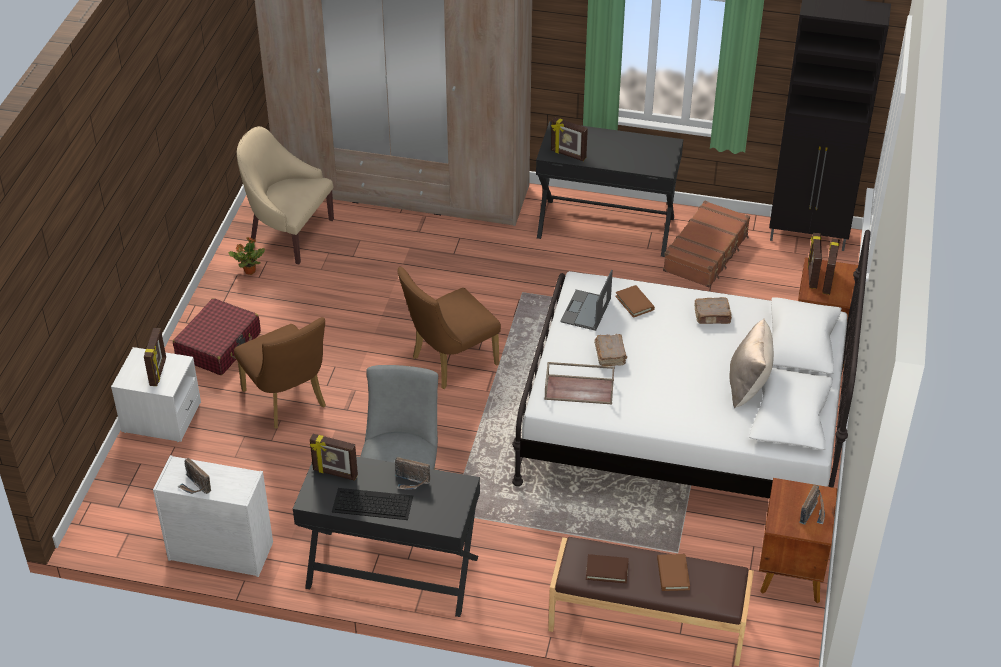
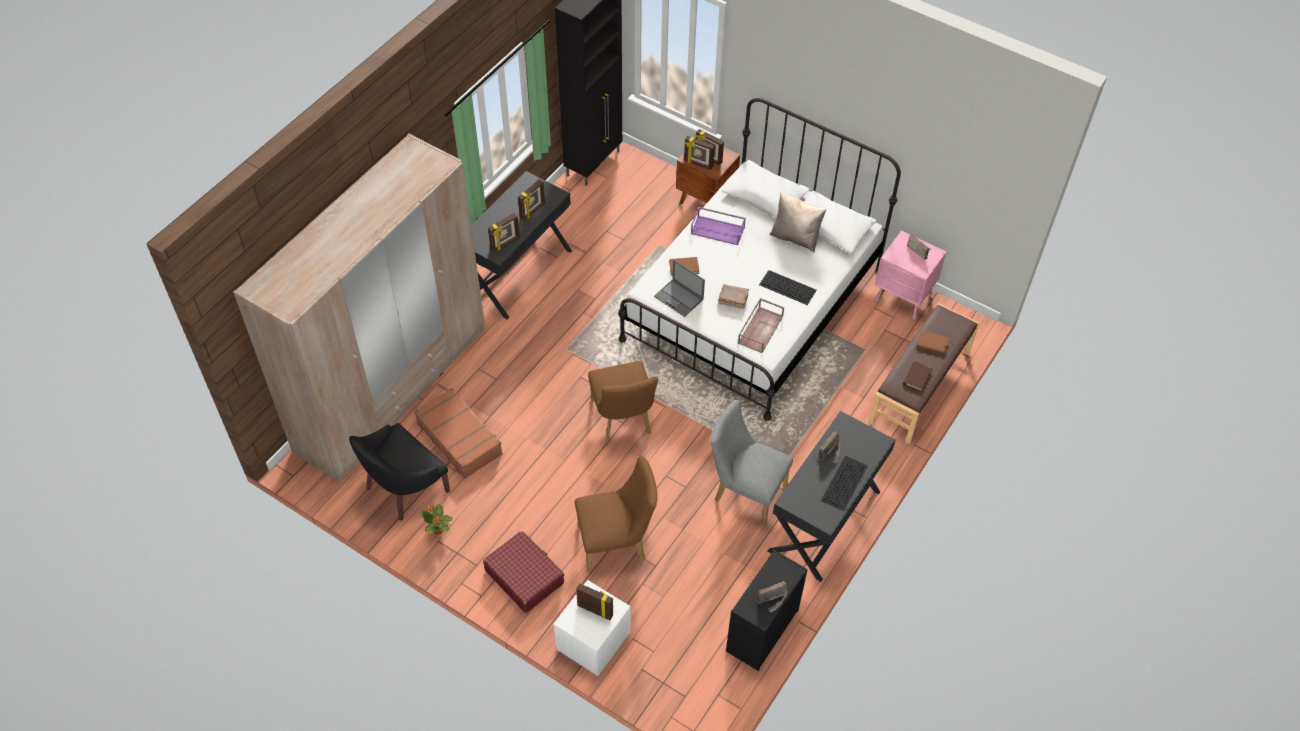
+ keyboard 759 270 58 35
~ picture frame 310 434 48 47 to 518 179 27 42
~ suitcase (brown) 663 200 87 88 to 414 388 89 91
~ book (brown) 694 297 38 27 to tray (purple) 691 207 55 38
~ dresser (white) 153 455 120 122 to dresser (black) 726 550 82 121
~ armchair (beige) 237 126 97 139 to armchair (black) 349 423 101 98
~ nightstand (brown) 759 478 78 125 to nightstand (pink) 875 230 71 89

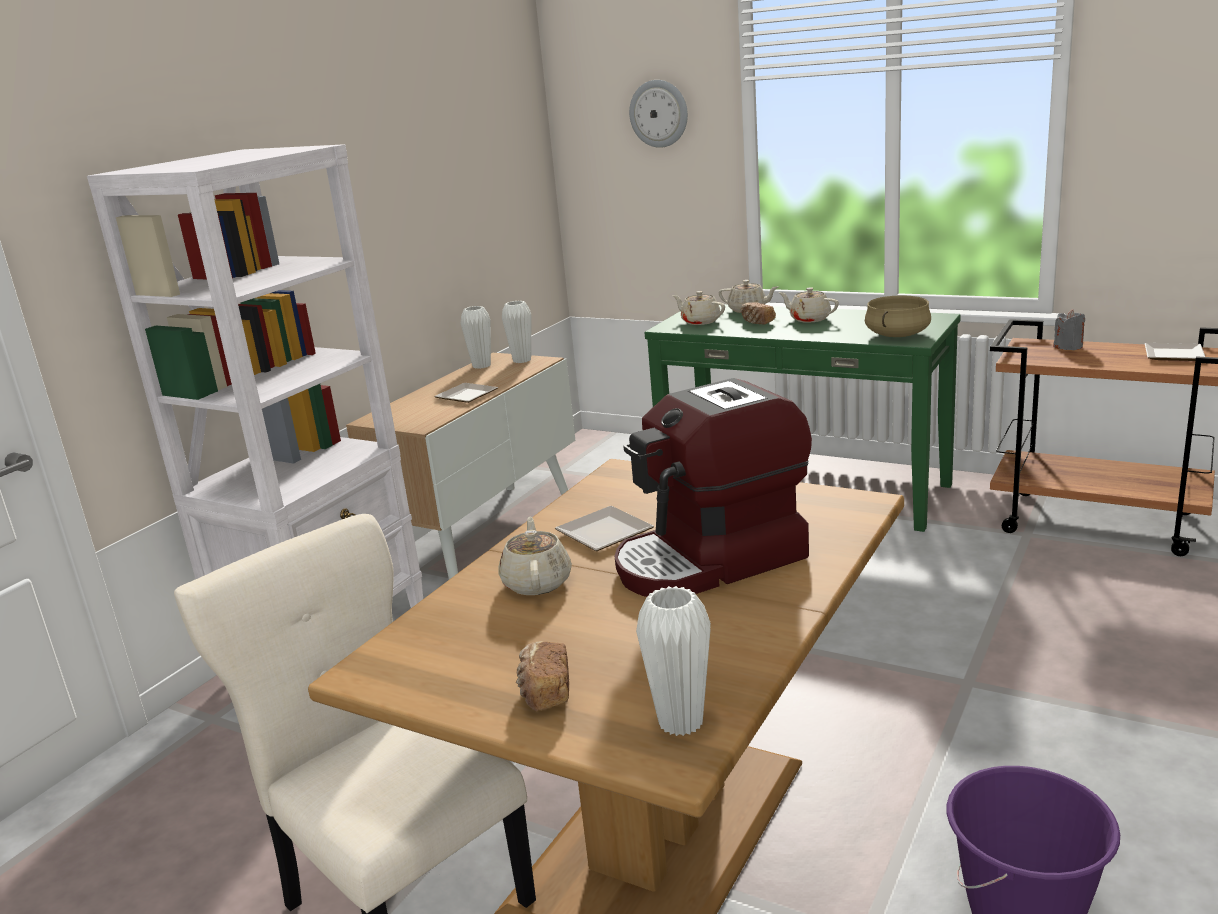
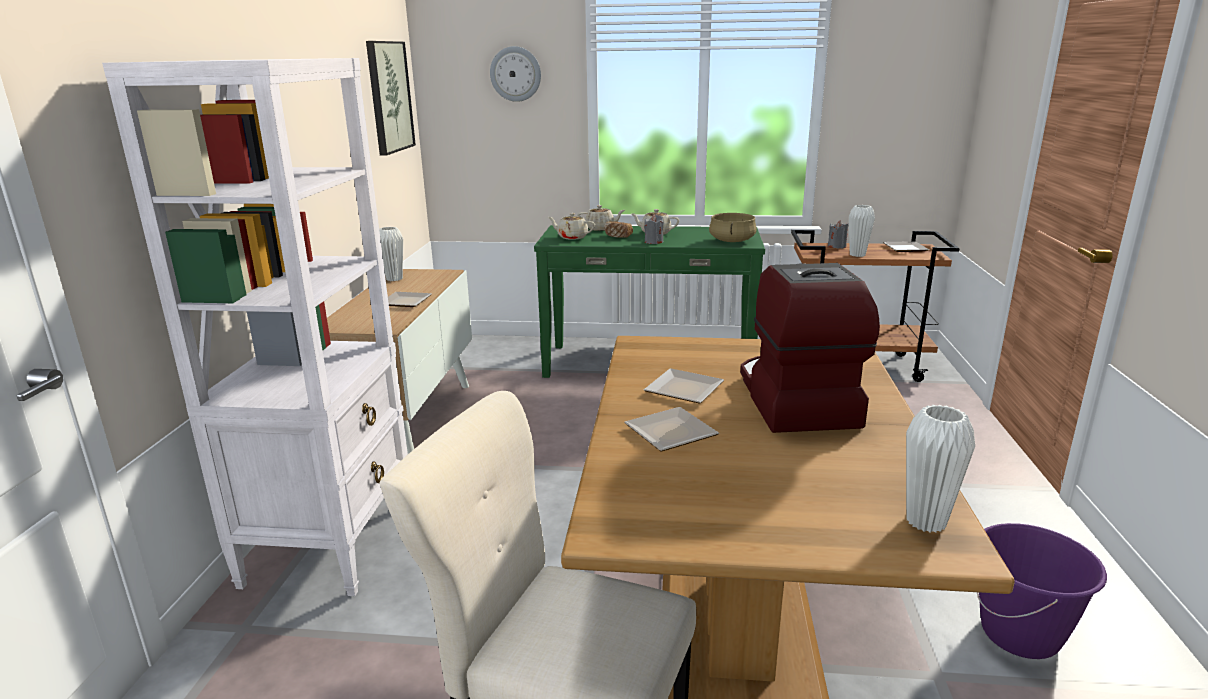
- bread 516 641 53 70
+ picture 366 41 50 115
+ candle (grey) 644 214 19 30
~ vase (white) 502 301 30 62 to 849 205 26 52
~ teapot (beige) 498 517 74 78 to plate 624 407 95 44
~ coffee machine 615 378 197 219 = 740 263 140 170 135 degrees clockwise

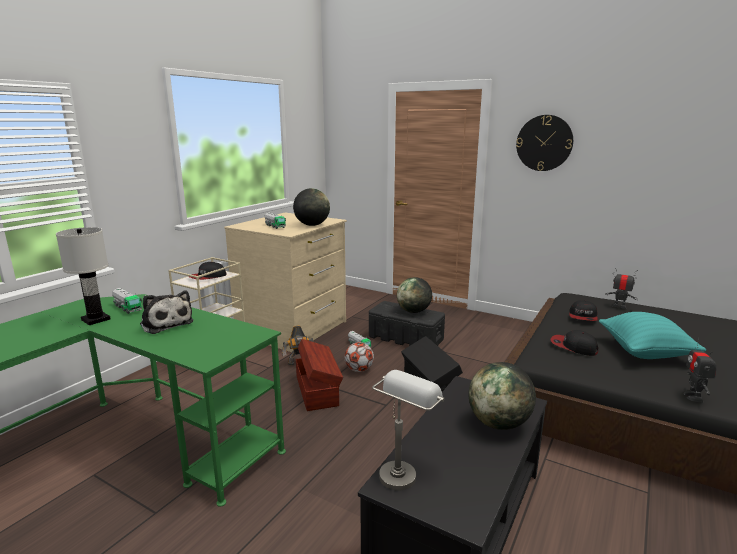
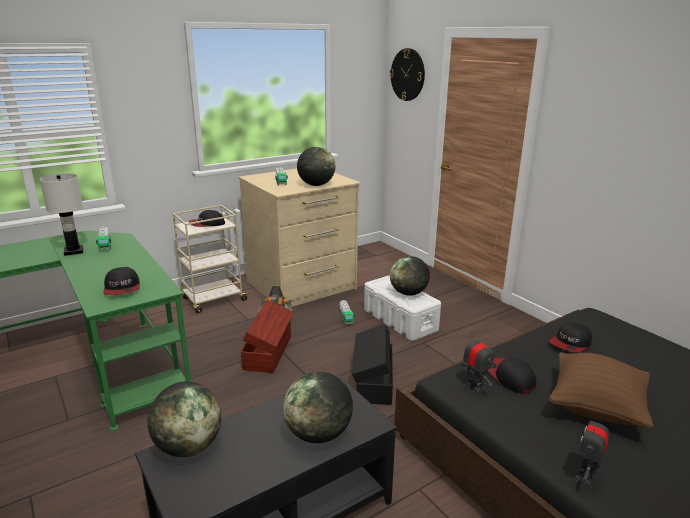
- plush toy 140 290 53 44
- football 345 342 29 30
+ cap 103 267 37 28
~ wall clock 516 115 57 56 to 390 48 35 53
~ toy robot 605 268 33 41 to 460 331 34 63
~ table lamp (grey) 372 370 73 121 to globe 147 382 74 75
~ storage box (black) 369 301 76 45 to storage box (white) 364 275 77 66
~ pillow (turquoise) 599 312 108 47 to pillow (brown) 549 353 104 75

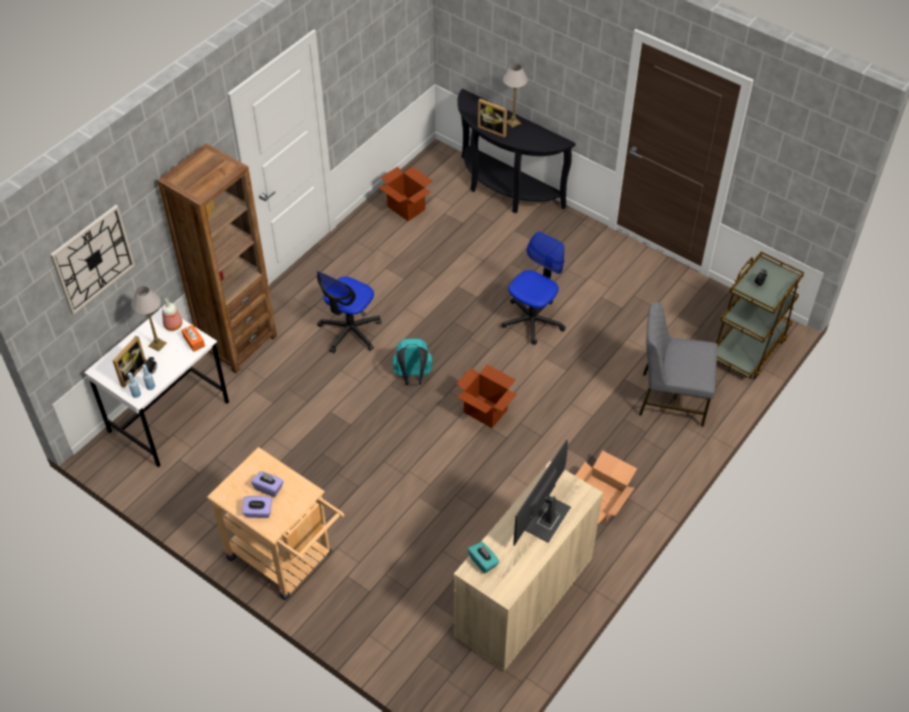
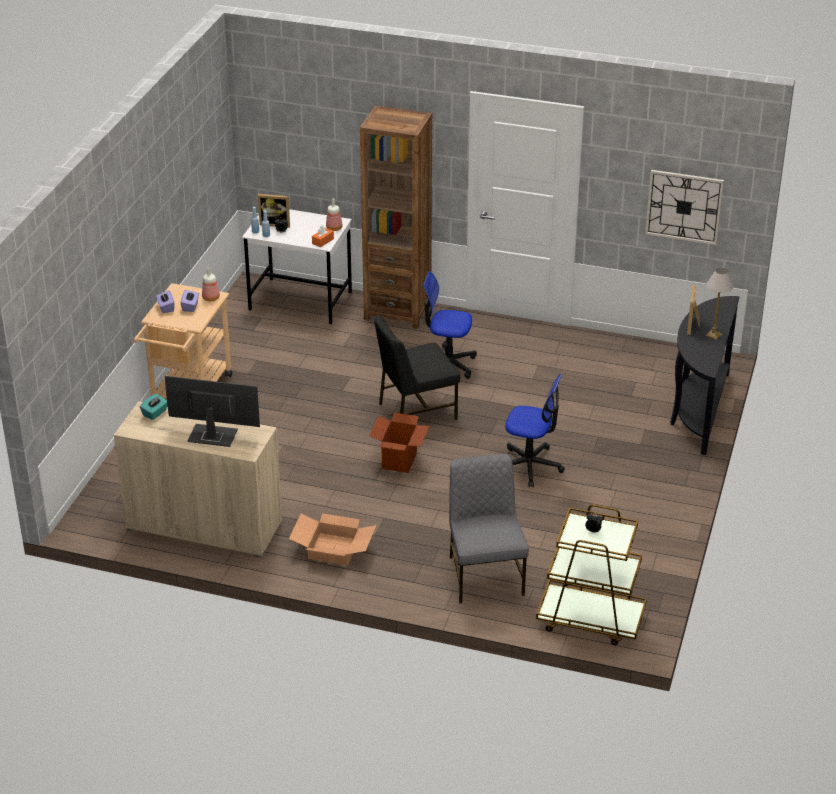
- table lamp 131 286 36 66
- cardboard box 378 167 54 54
+ bottle 202 267 18 34
~ wall clock 50 205 85 110 to 645 170 79 75
~ backpack (turquoise) 393 338 40 47 to chair (black) 374 315 86 105

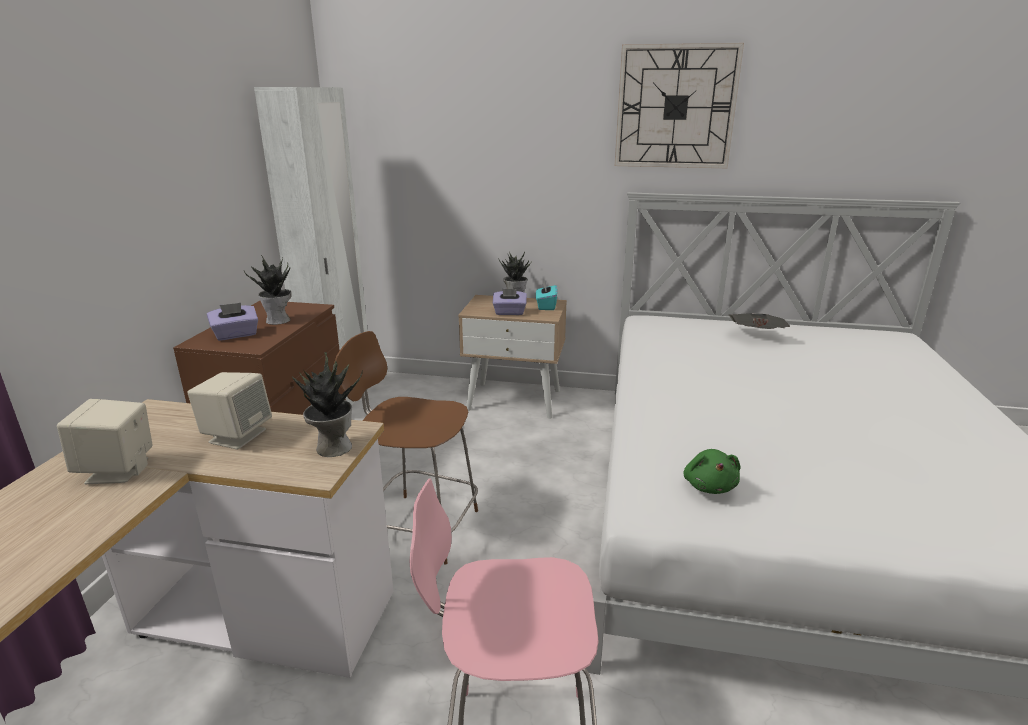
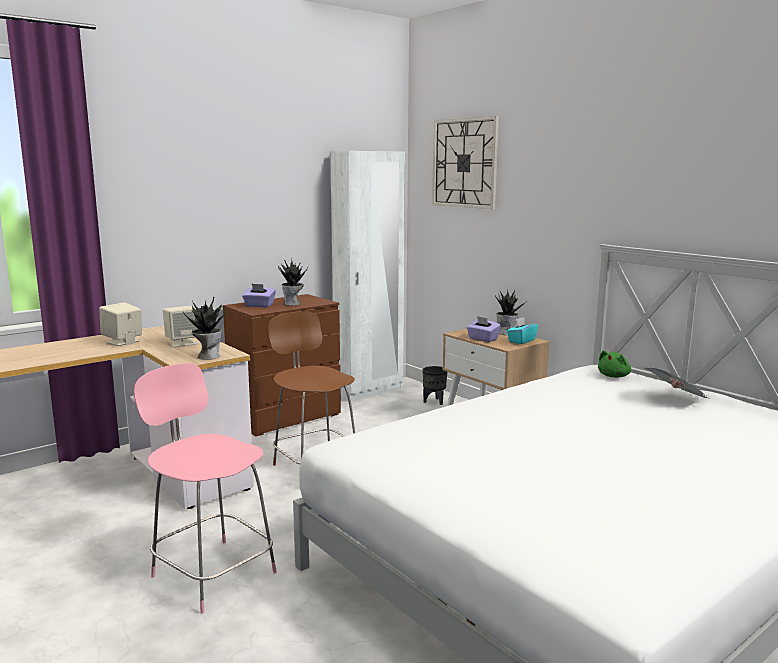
+ planter (black) 423 366 24 39
~ wall clock 615 43 129 125 to 432 116 67 93
~ plush toy (green) 684 449 57 45 to 598 350 33 28

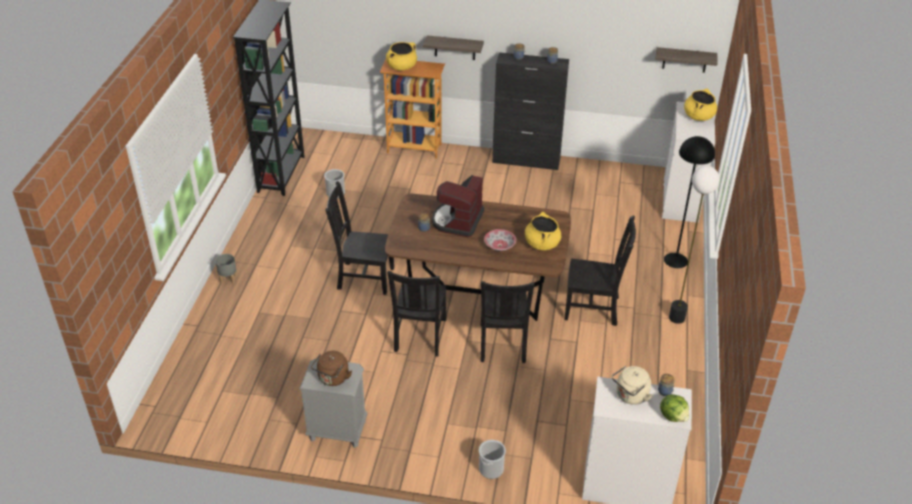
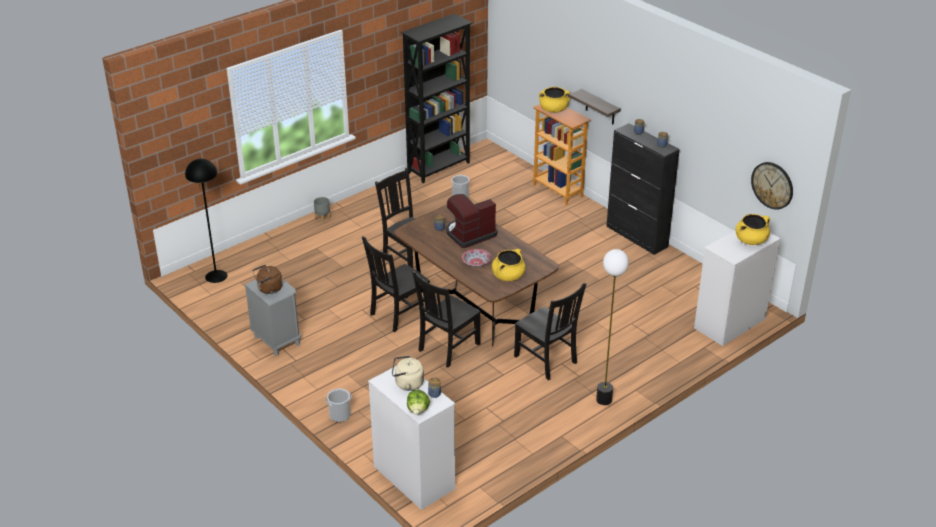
~ floor lamp (black) 664 136 51 132 to 185 159 43 124
~ shelf 656 47 62 26 to wall clock 751 162 42 48

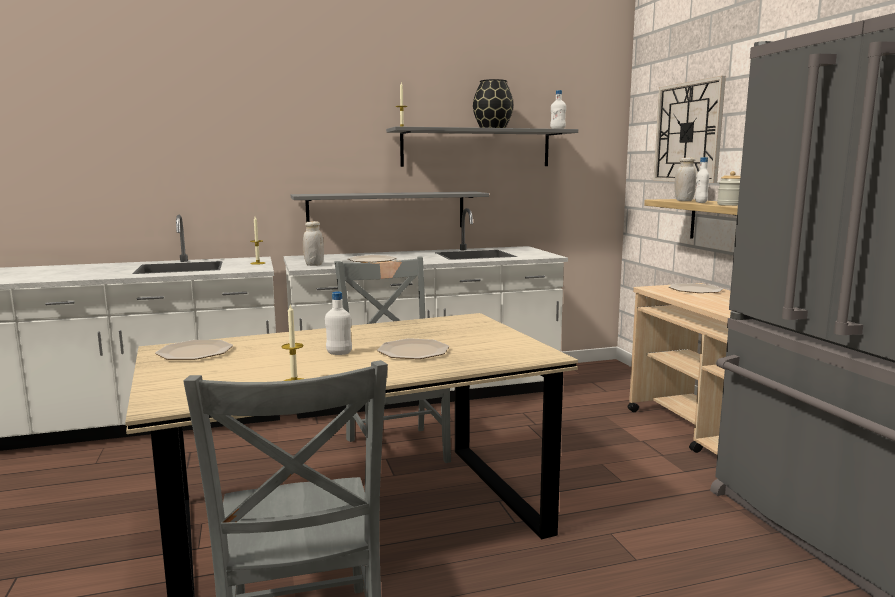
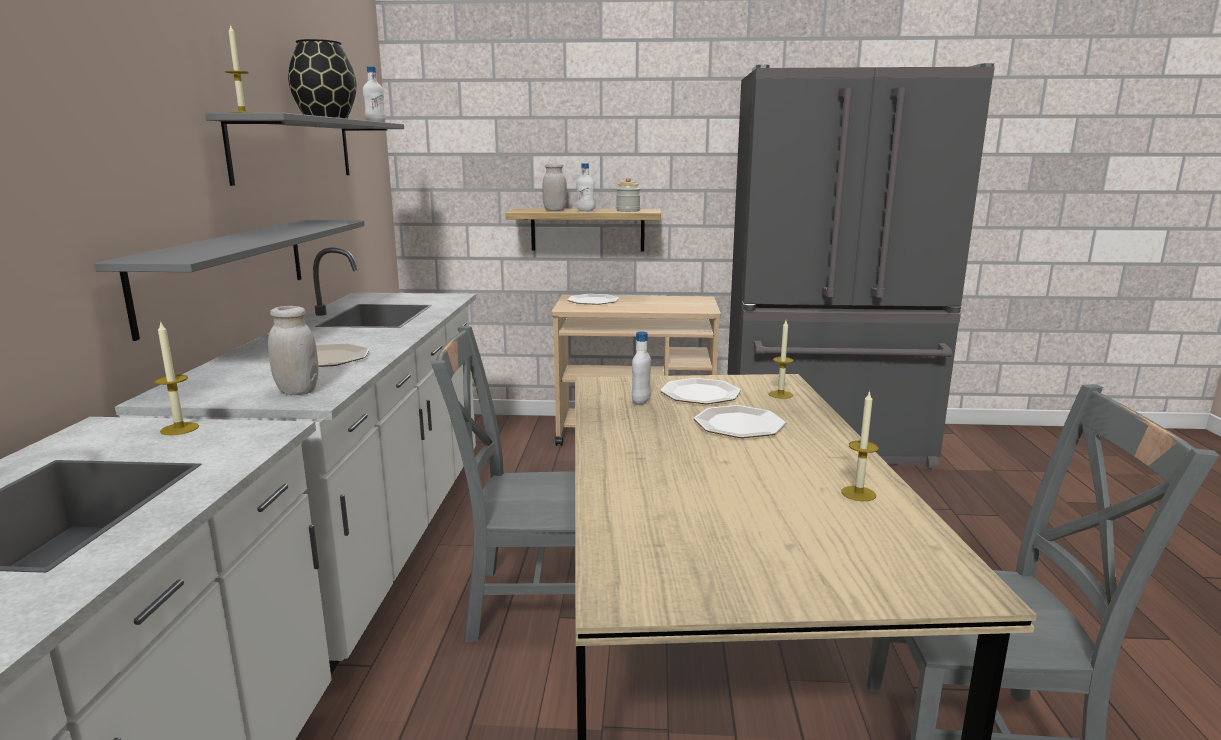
- wall clock 653 76 73 107
+ candle 769 320 25 79
~ plate 155 340 78 20 to 660 378 81 26
~ bottle (white) 325 291 27 64 to 632 331 19 74

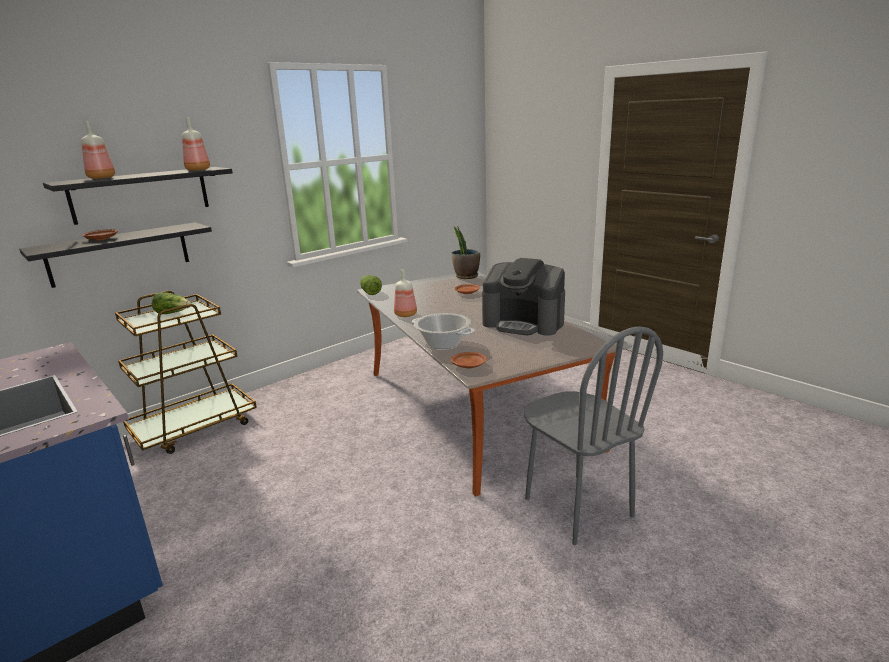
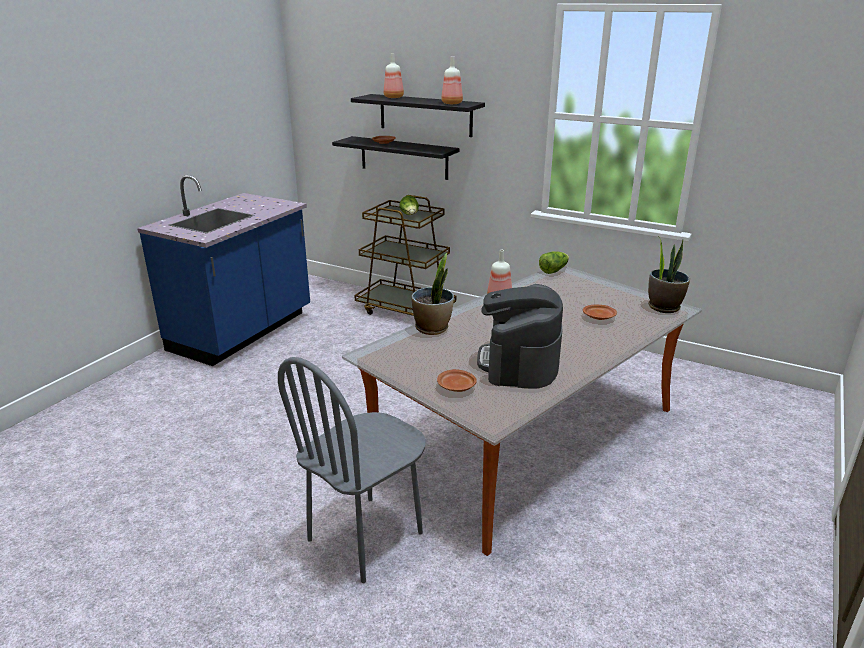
~ plate (brown) 451 352 36 16 to 437 369 40 23
~ cooking pot 412 313 63 36 to potted plant 412 253 42 82

